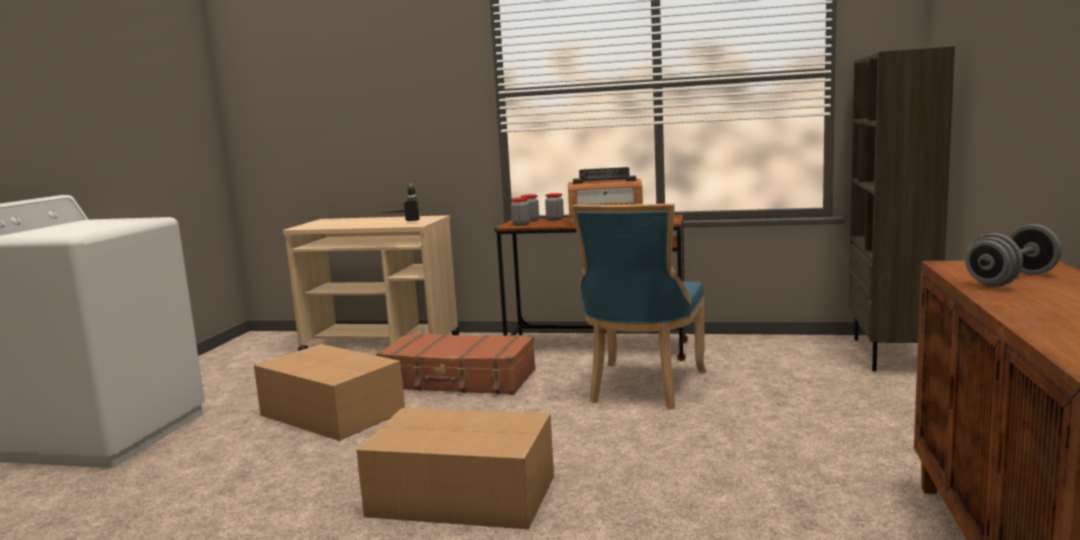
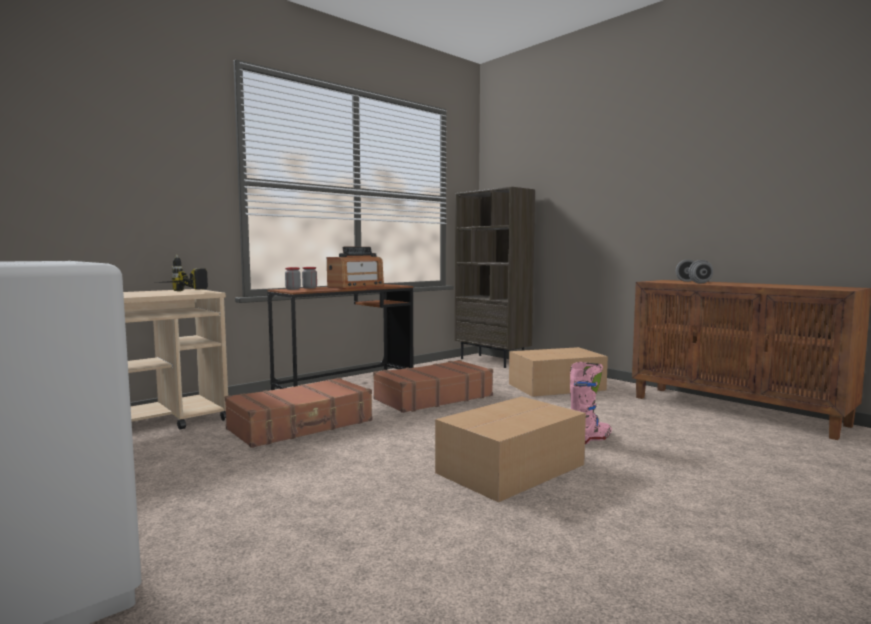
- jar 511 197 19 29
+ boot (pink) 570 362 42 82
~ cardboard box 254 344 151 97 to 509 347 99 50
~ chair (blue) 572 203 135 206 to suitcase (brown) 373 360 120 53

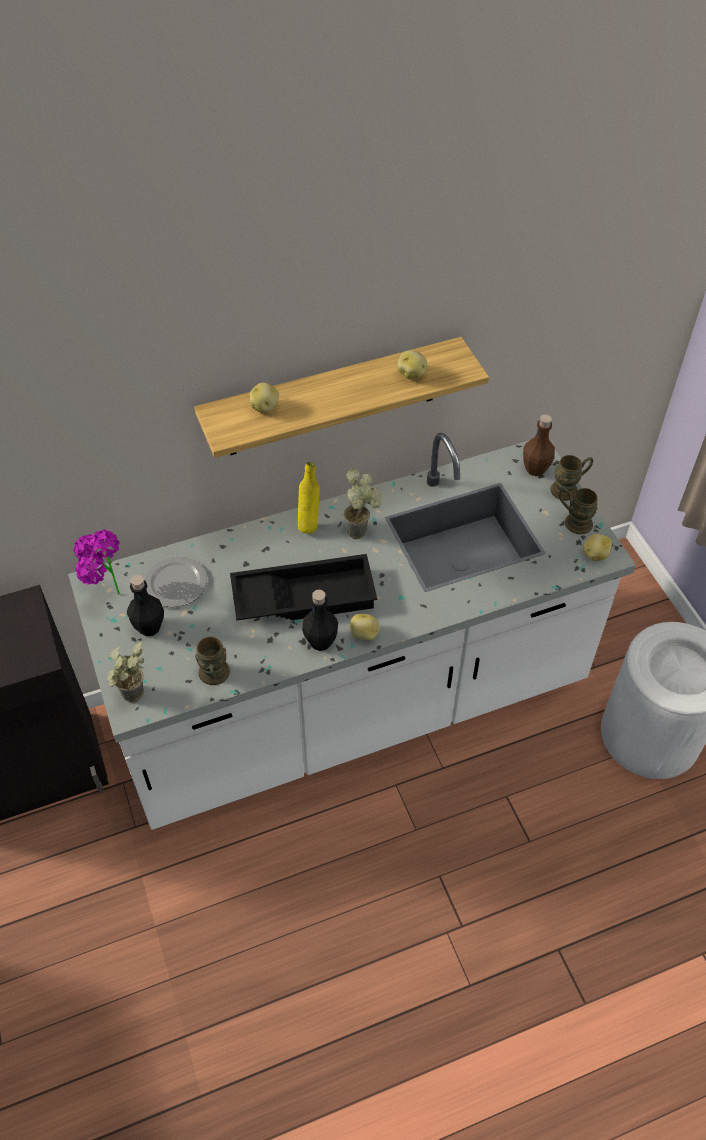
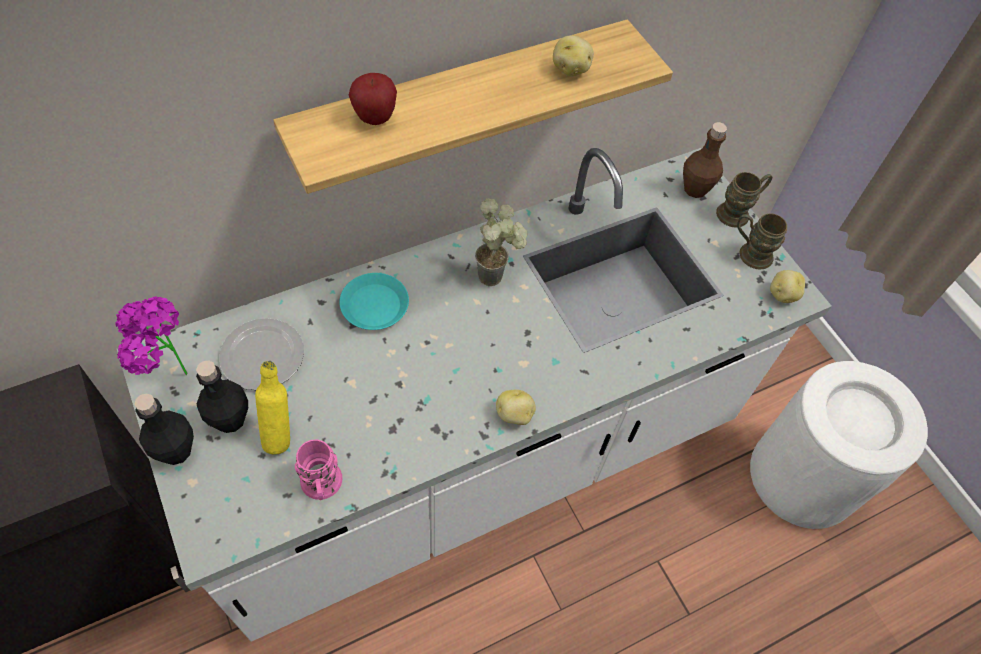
- potted plant 107 641 37 61
- tray (black) 230 554 147 67
+ plate (turquoise) 339 273 70 57
~ bottle (yellow) 298 462 22 71 to 255 361 35 94
~ bottle (black) 302 589 36 62 to 134 393 60 72
~ potato 249 383 30 30 to apple 349 73 48 52
~ mug (brown) 195 637 35 48 to mug (pink) 295 440 48 60

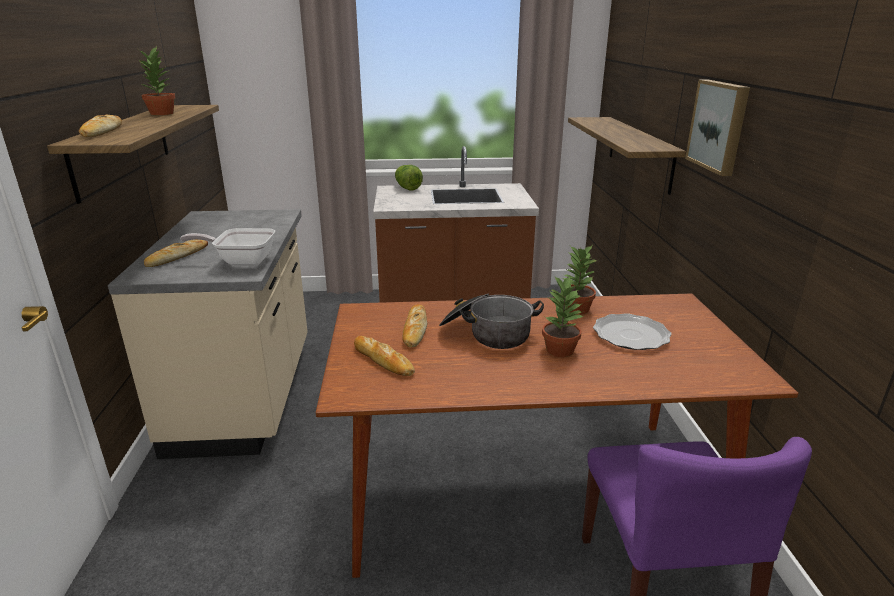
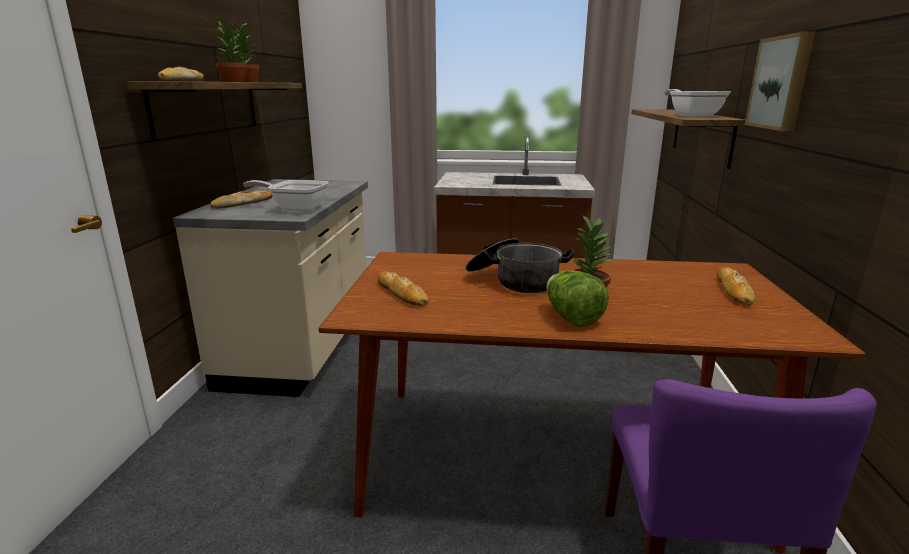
- plate 593 313 78 37
+ frying pan 664 89 66 28
~ lettuce 395 165 28 26 to 546 271 63 56
~ bread 403 304 24 43 to 717 267 38 38
~ potted plant 563 246 35 69 to 214 16 33 66

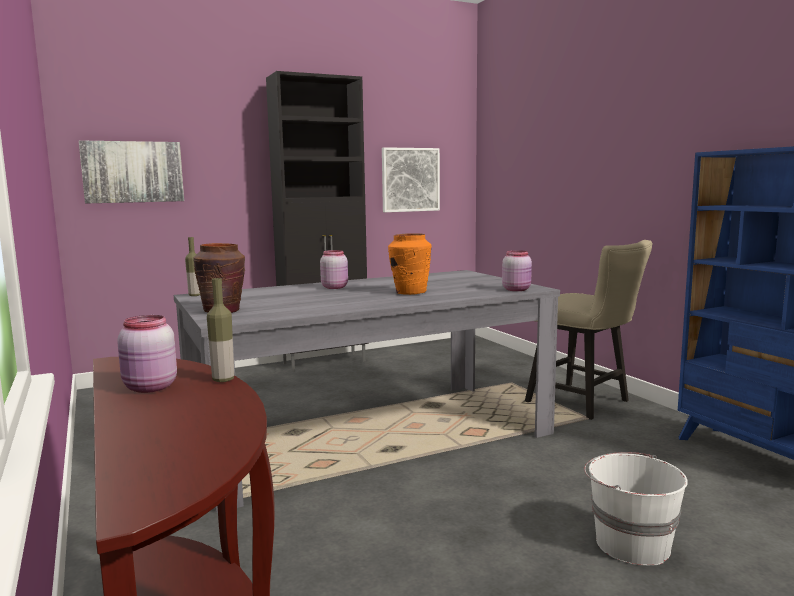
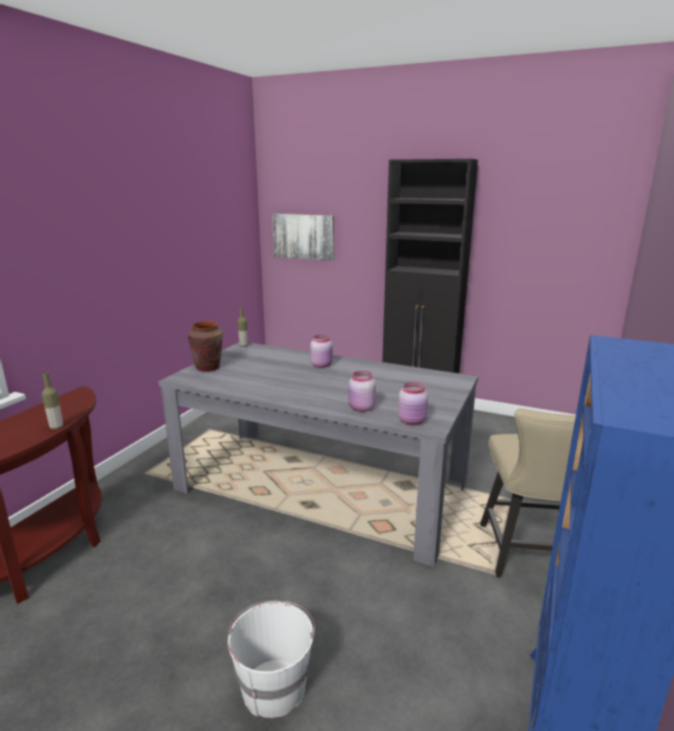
- picture 382 147 58 65
- vase (orange) 388 233 44 62
~ jar (pink) 117 315 60 78 to 348 371 28 41

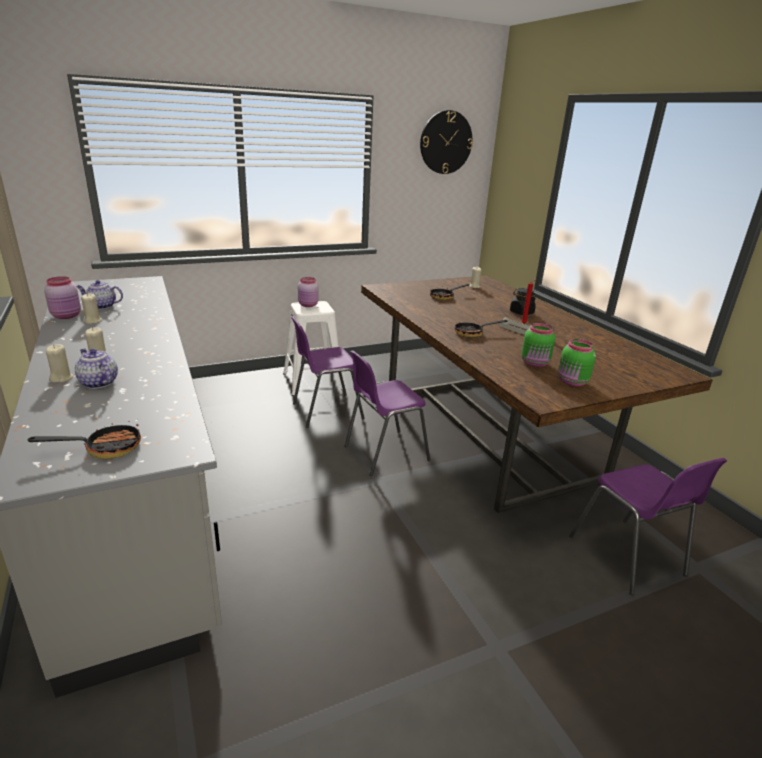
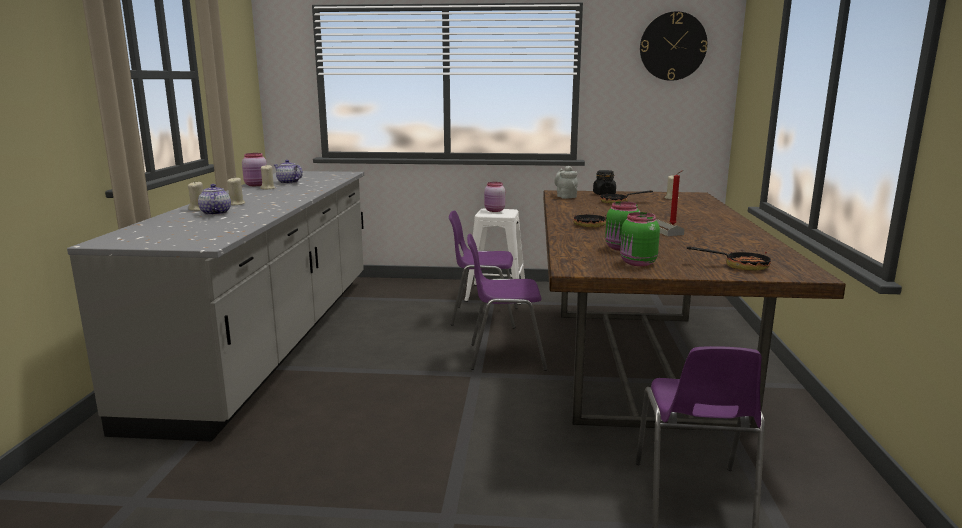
+ teapot (grey) 554 166 24 33
~ frying pan 28 419 113 40 to 687 247 84 24
~ jar (black) 510 288 26 27 to 593 170 23 25

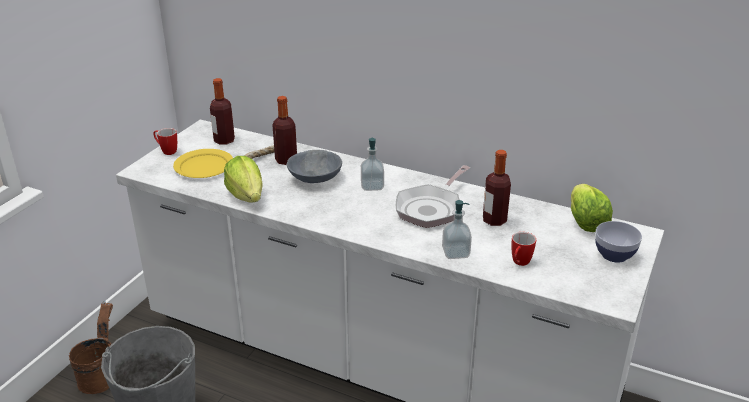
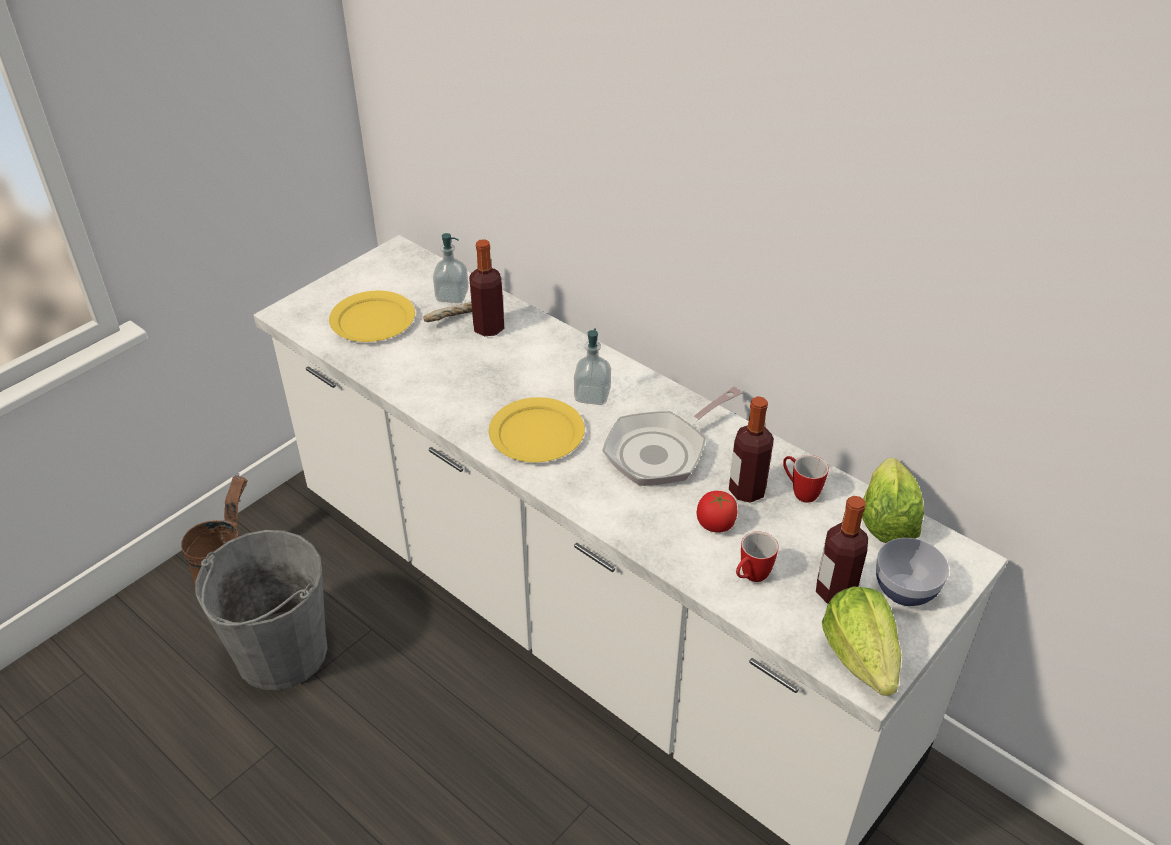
- bowl (grey) 287 150 55 33
+ plate (yellow) 489 397 96 65
+ tomato 697 491 40 42
~ mug 154 128 23 27 to 783 455 46 48
~ bottle 210 78 25 67 to 816 496 52 107
~ lettuce 224 156 38 46 to 822 586 79 110
~ soap dispenser 442 200 30 59 to 433 233 35 70

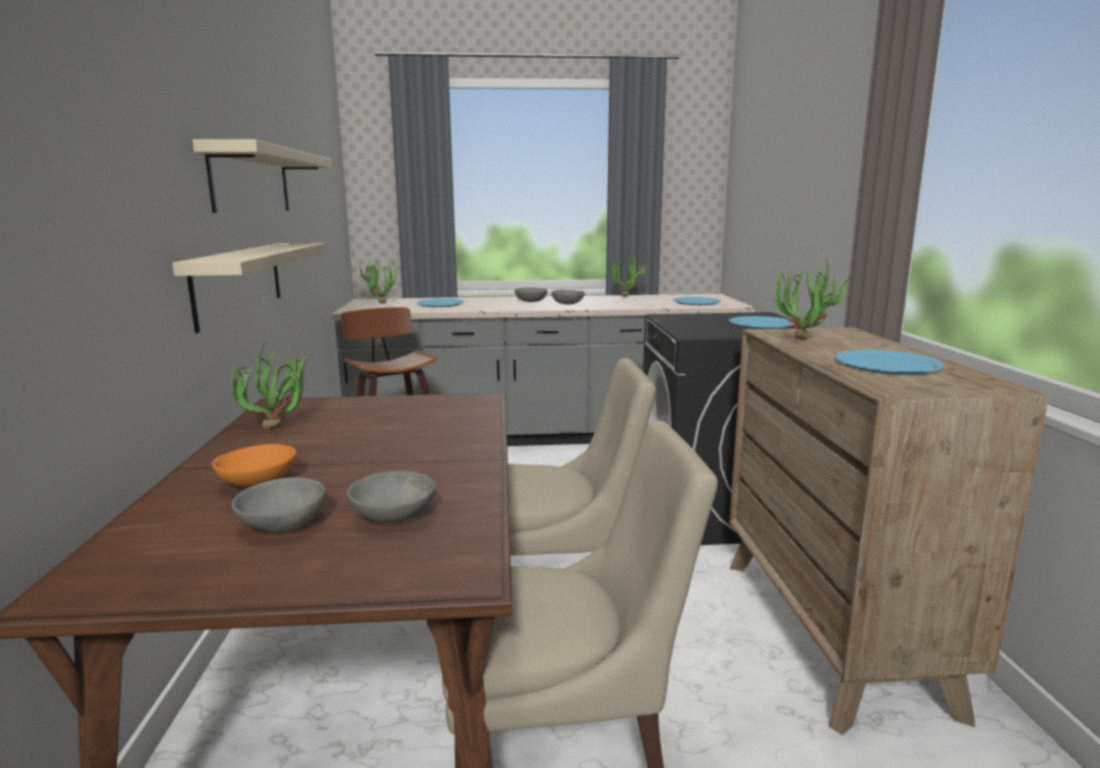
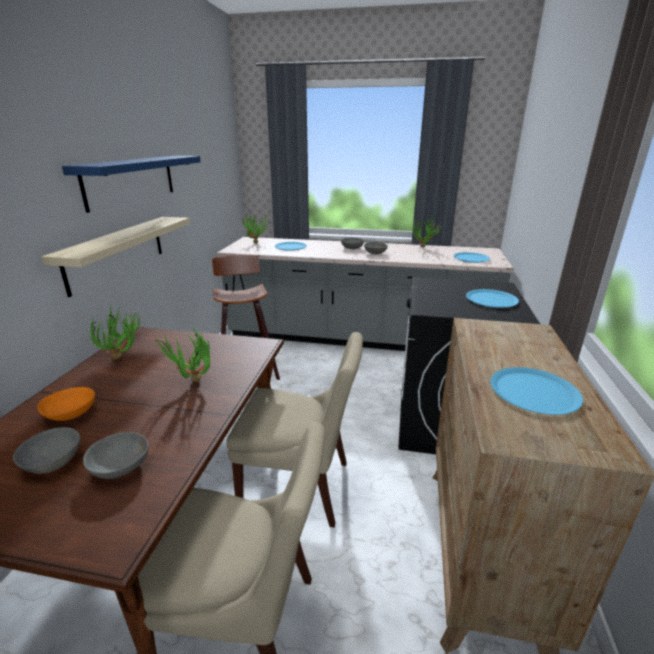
~ potted plant 773 258 80 82 to 154 328 56 54
~ shelf (beige) 192 139 140 74 to shelf (blue) 62 156 139 57

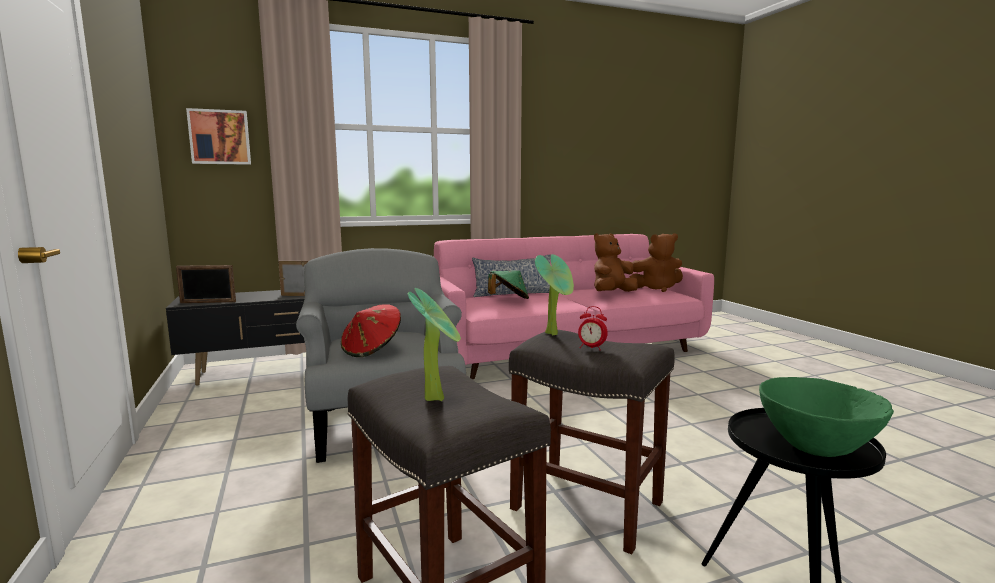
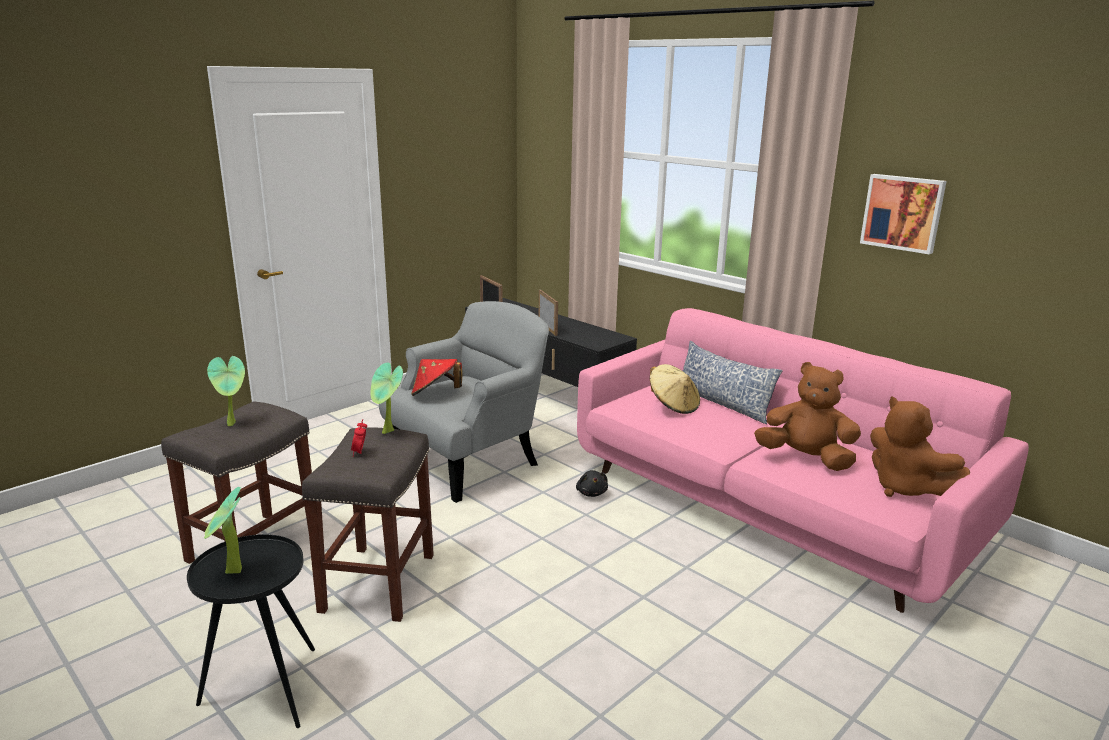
+ plush toy (black) 576 470 32 27
~ picture 186 108 65 57 to 860 174 87 80
~ bowl (green) 759 377 135 80 to potted plant 204 487 38 87
~ hat (green) 488 270 41 29 to hat (beige) 650 364 50 50

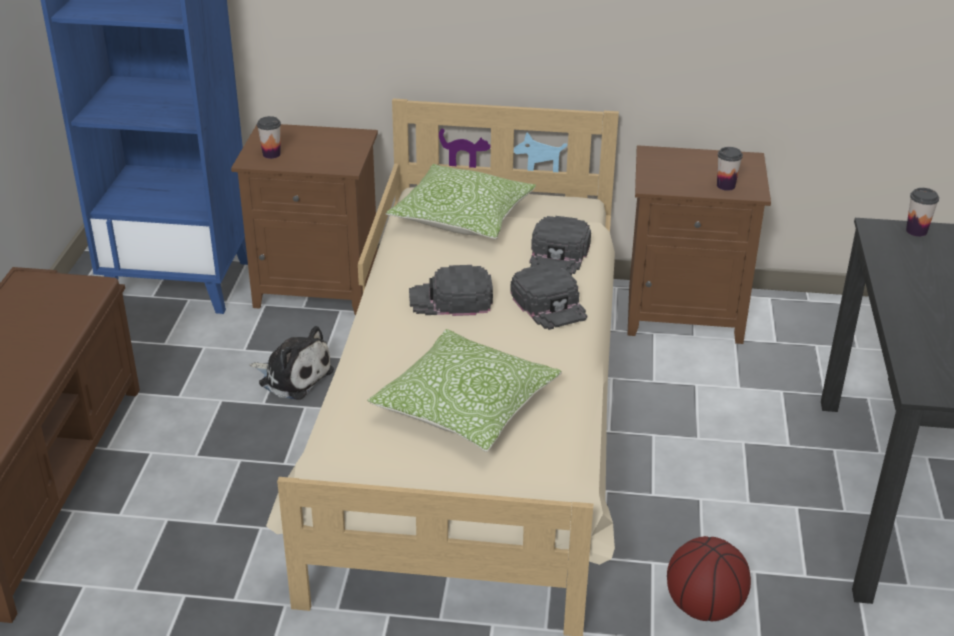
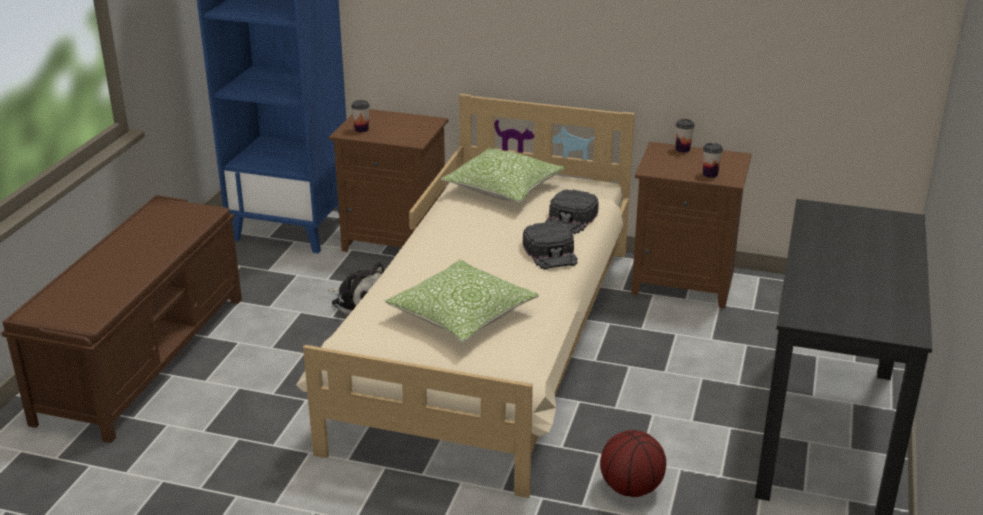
- cap (black) 409 265 84 51
~ cup 906 188 33 49 to 676 119 19 34

